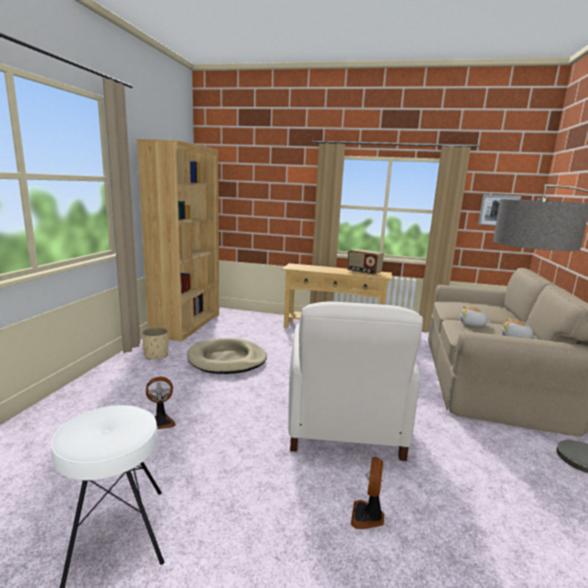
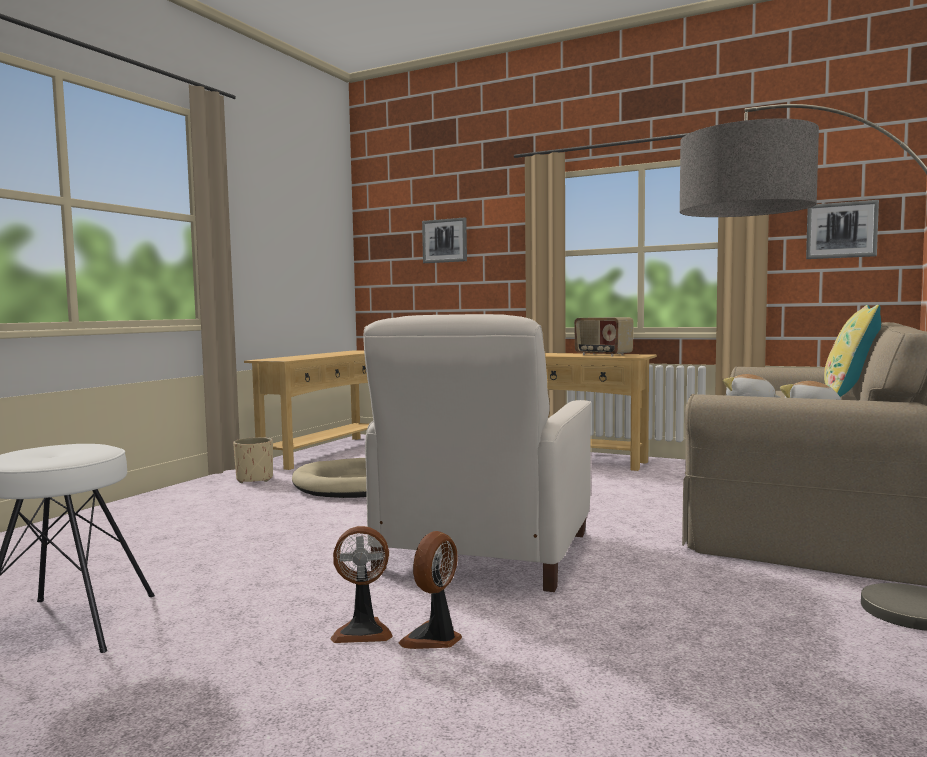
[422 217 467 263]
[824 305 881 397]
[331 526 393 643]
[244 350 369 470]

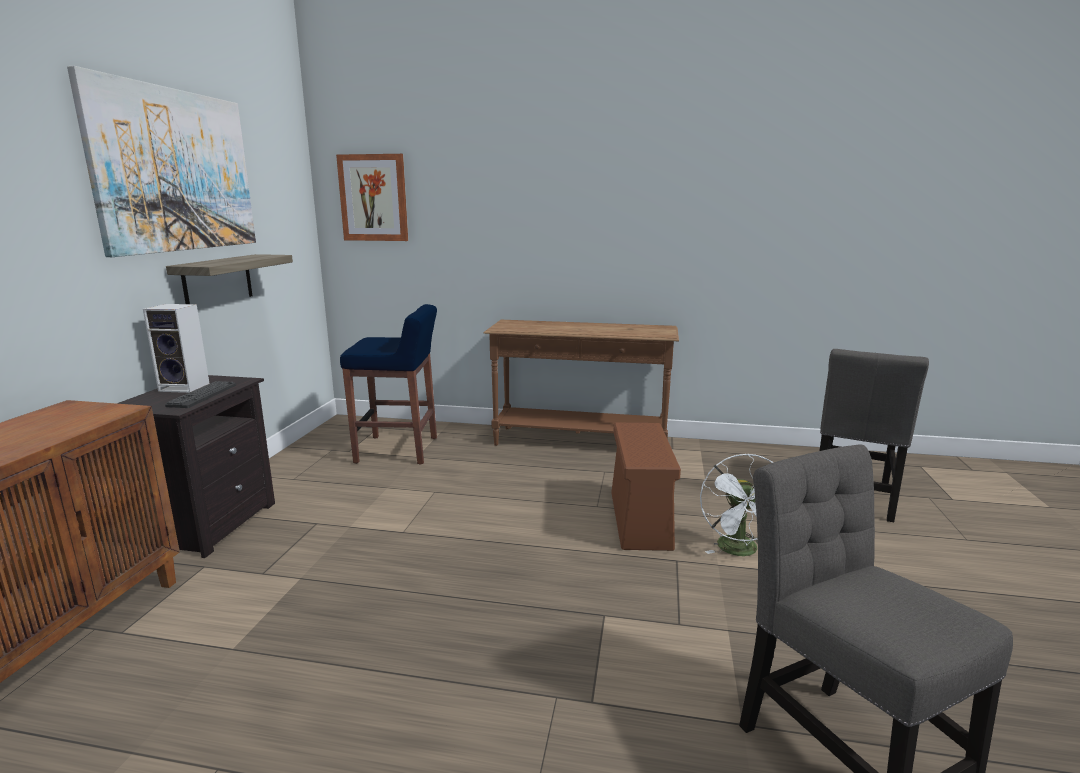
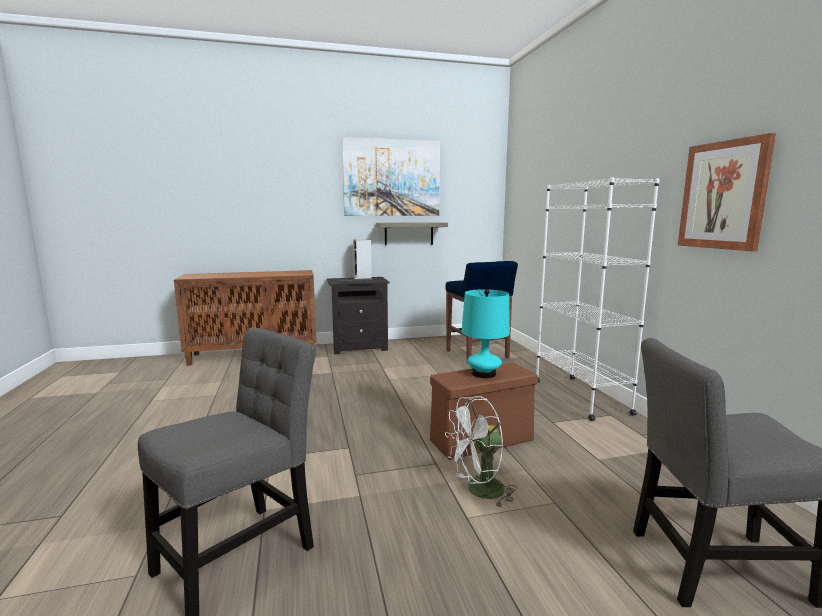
[461 289 510 378]
[678 133 776 251]
[536 177 660 421]

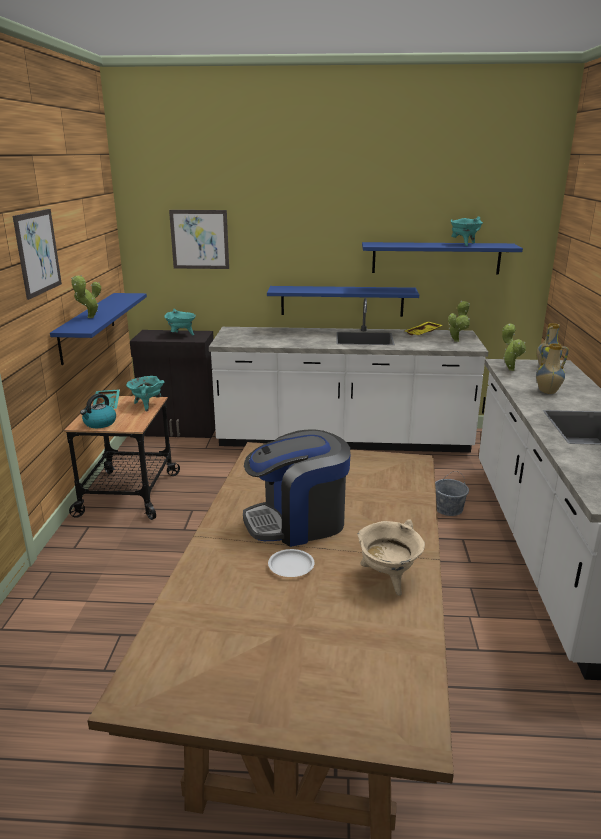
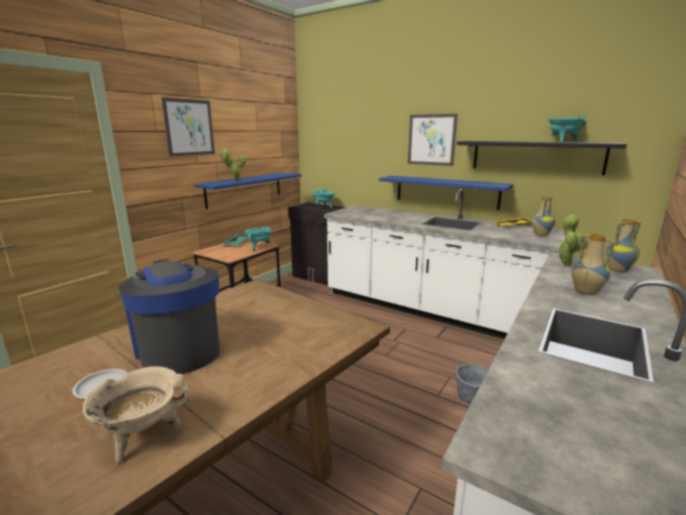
[80 393 116 428] (first image)
[408 114 458 166]
[531 197 555 236]
[457 141 627 175]
[119 259 220 374]

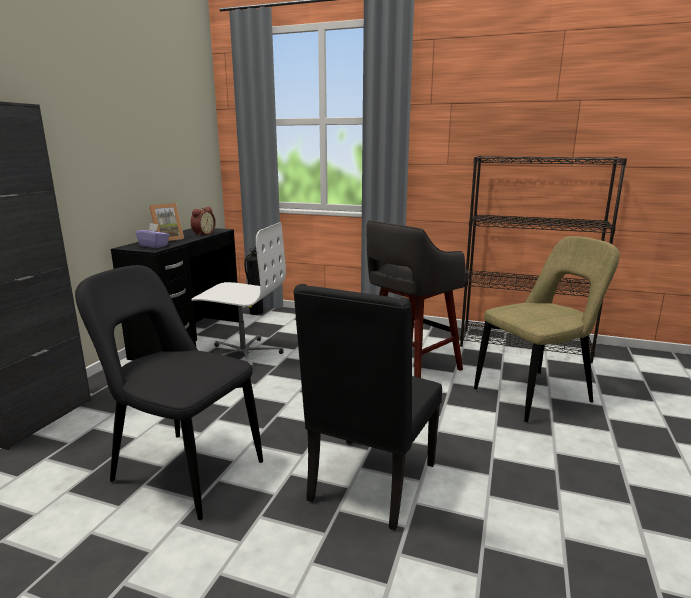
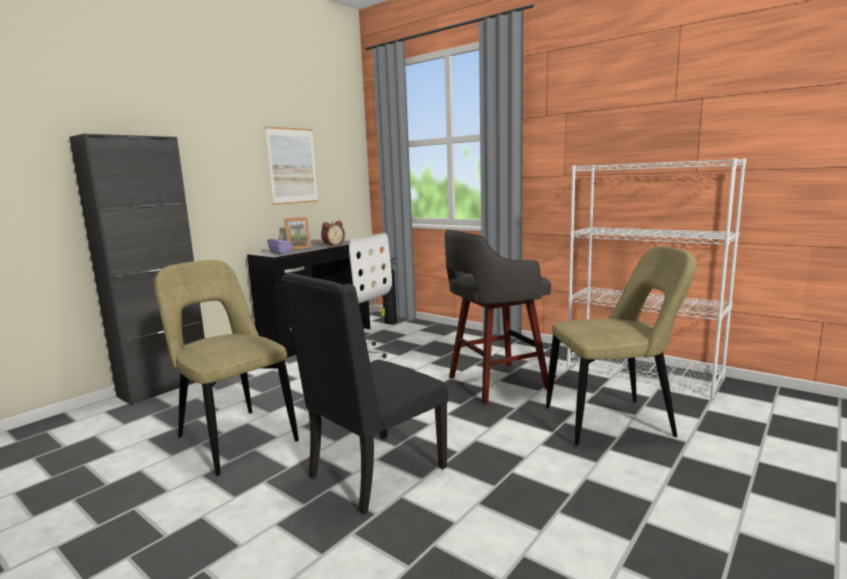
[265 126 318 205]
[154 260 299 476]
[567 158 746 399]

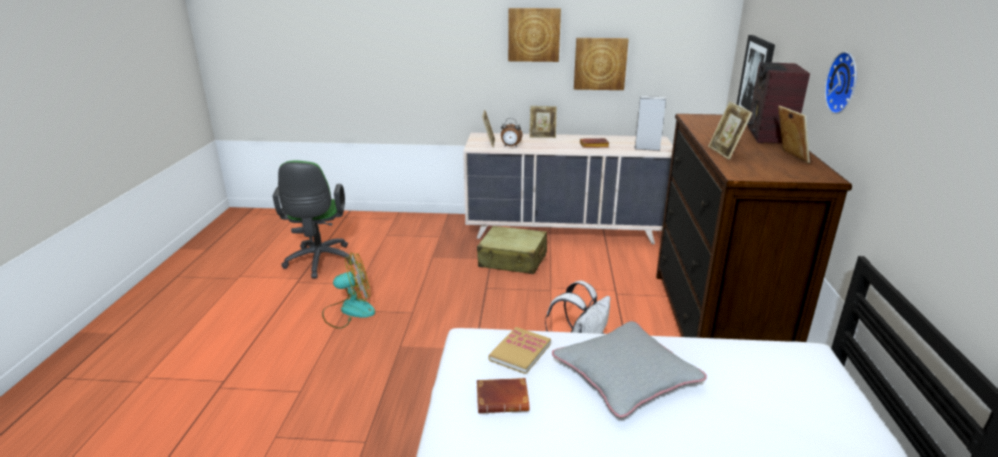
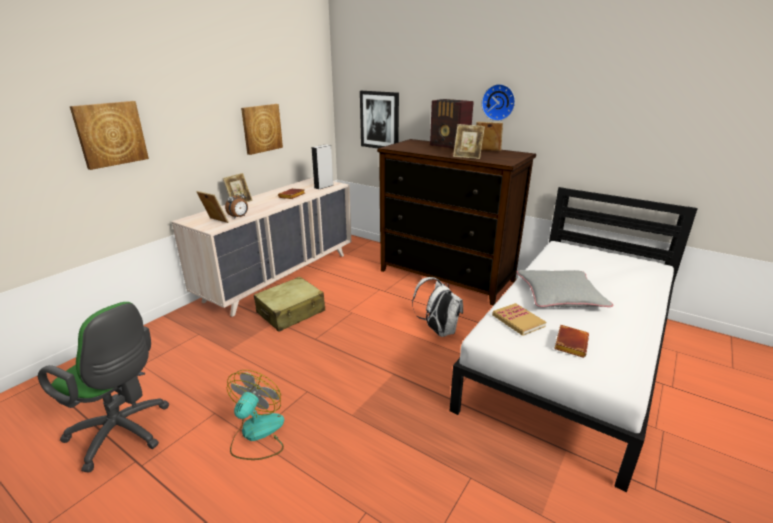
[70 101 149 170]

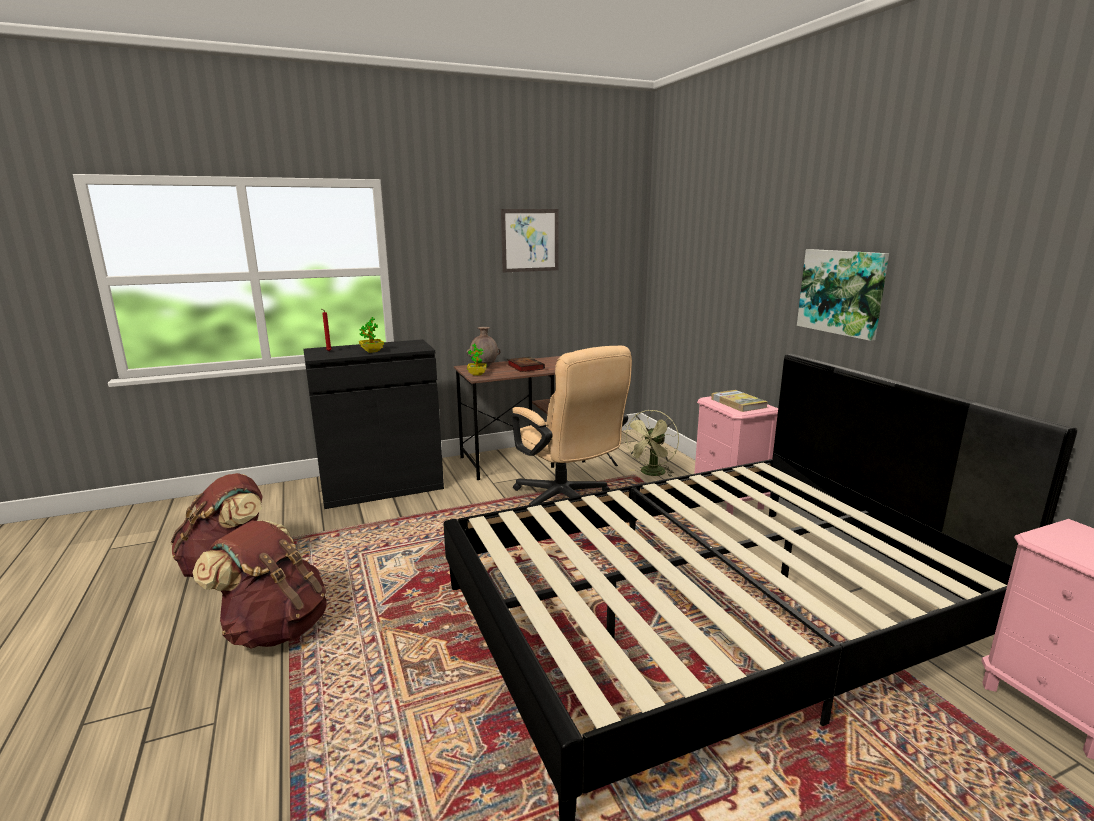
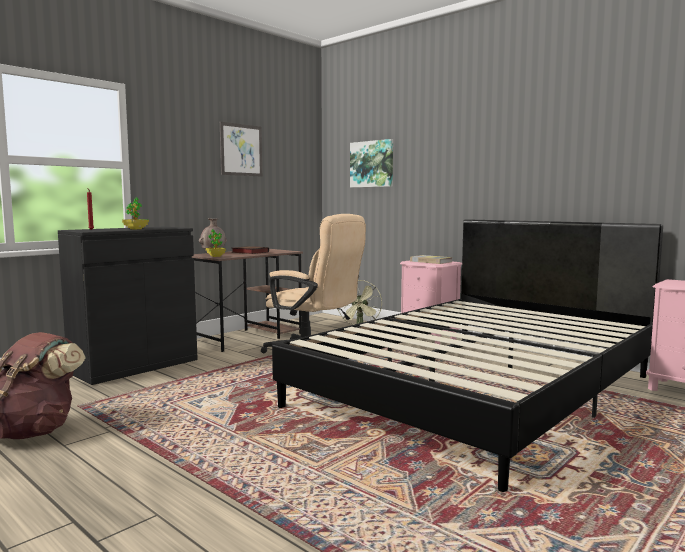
[192 520 327 649] (first image)
[350 139 393 188]

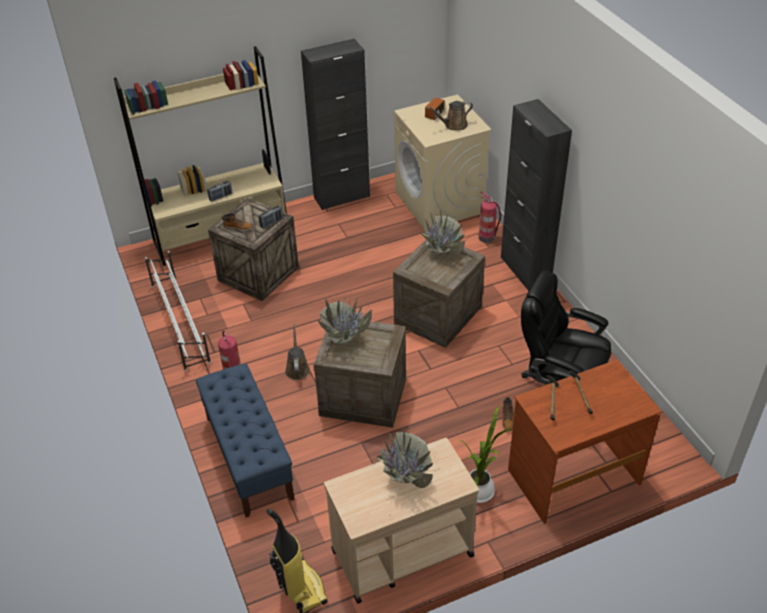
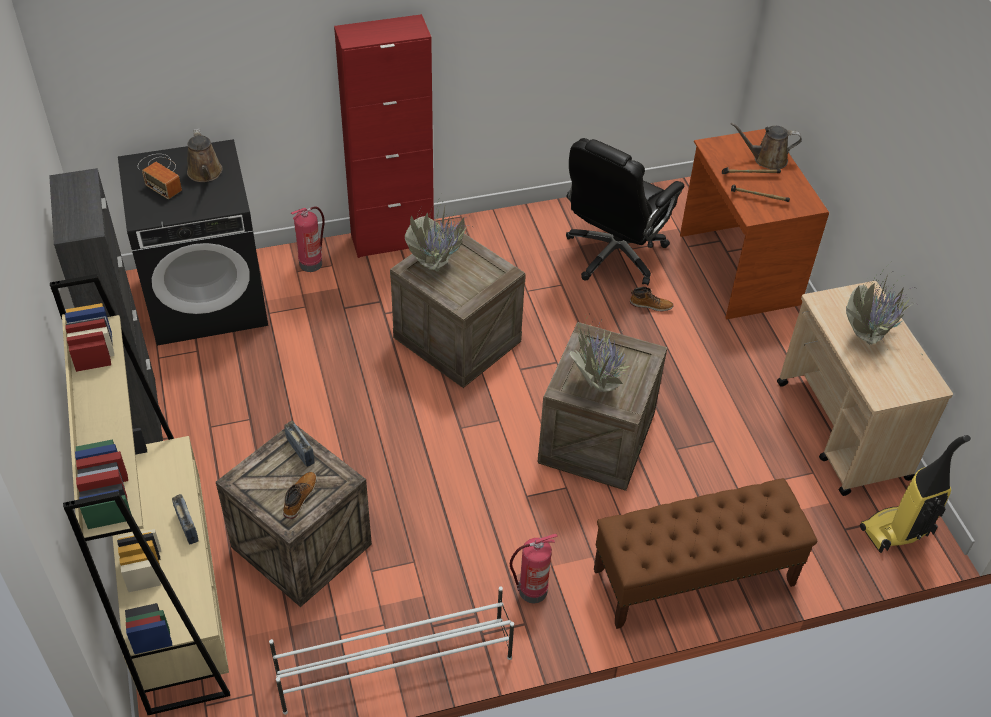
[460 406 513 503] (first image)
[731 123 802 170]
[594 478 817 629]
[118 139 268 346]
[334 14 434 258]

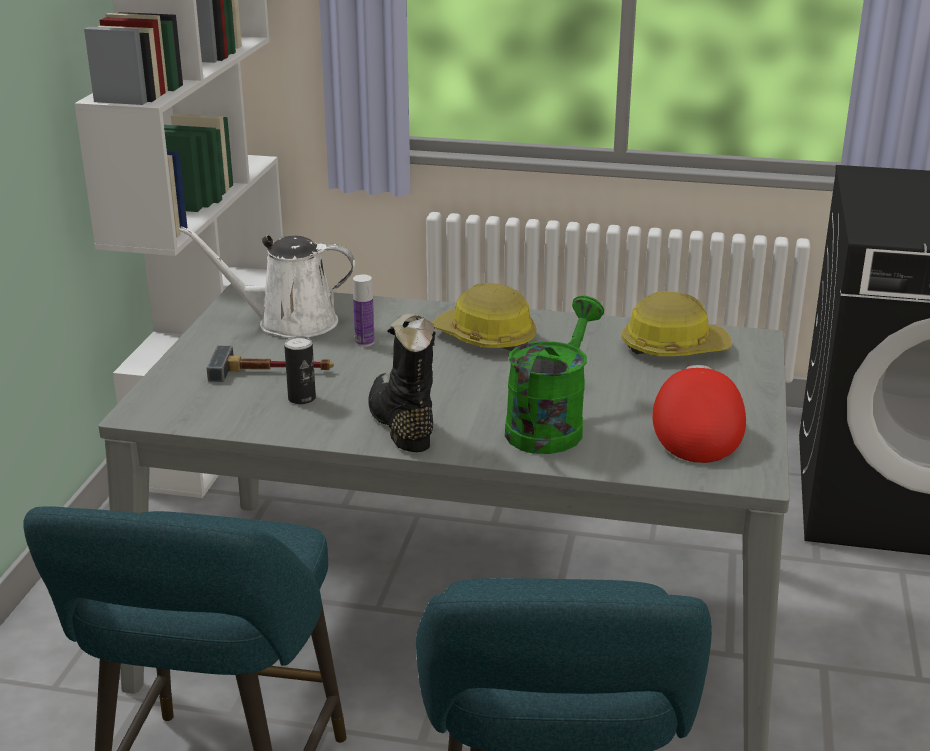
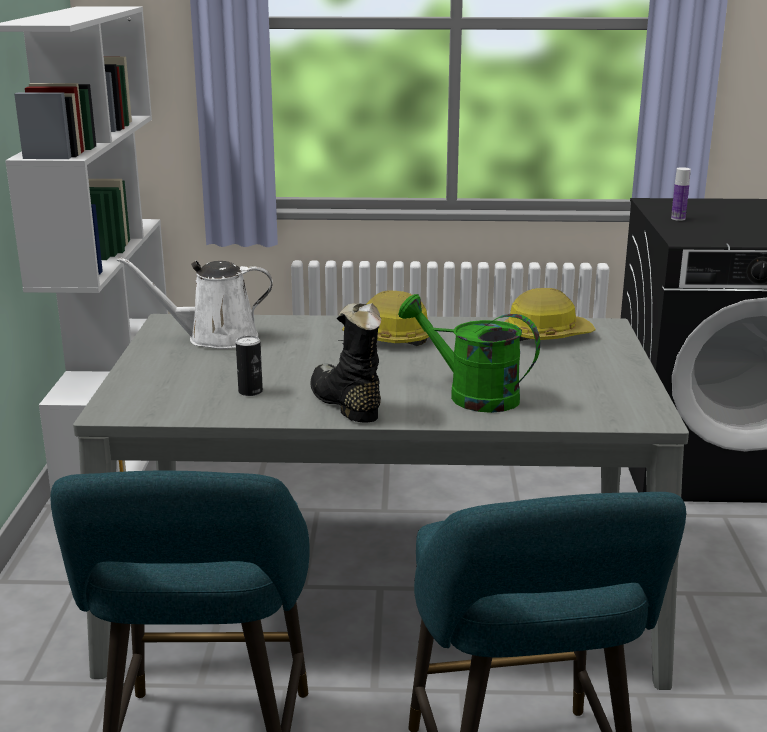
[207 345 334 382] (first image)
[652 365 746 463] (first image)
[671 167 691 221]
[398 294 540 413]

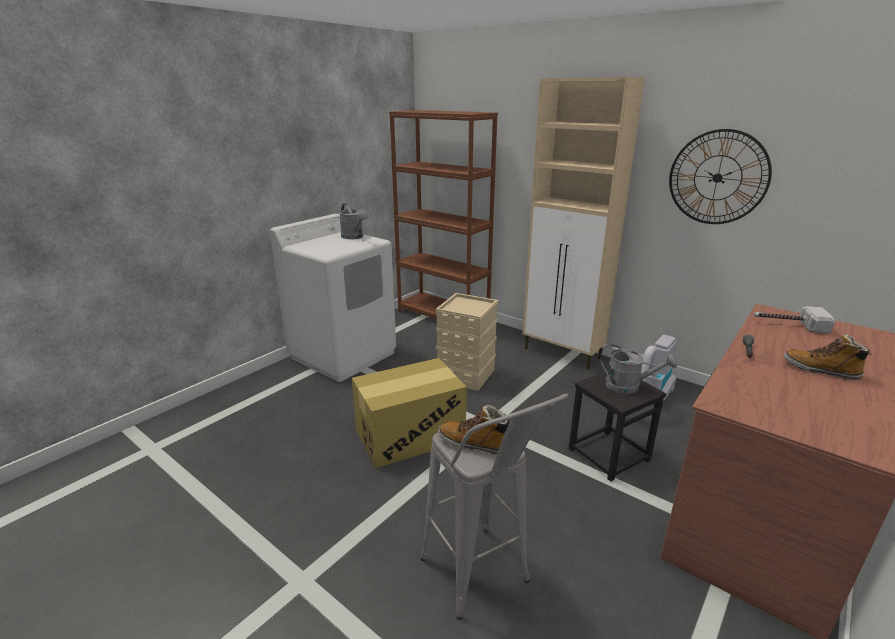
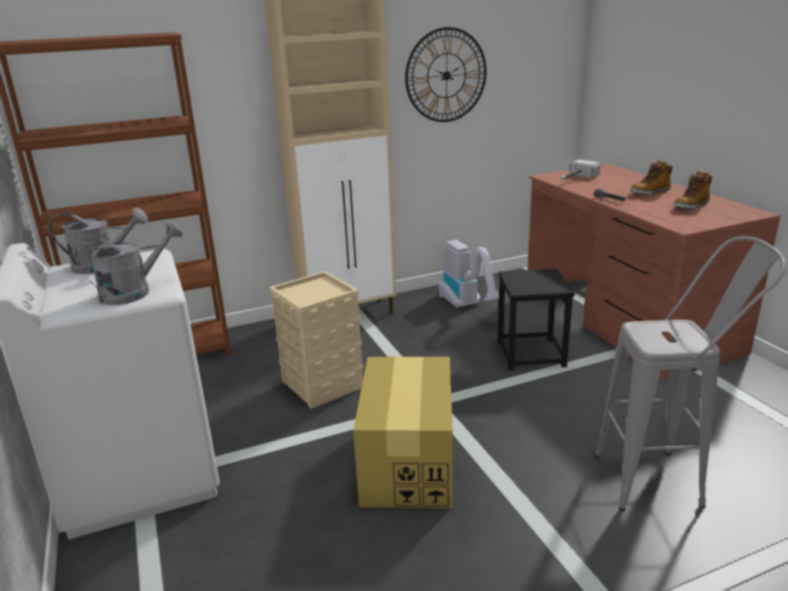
[673 170 712 210]
[75 221 183 305]

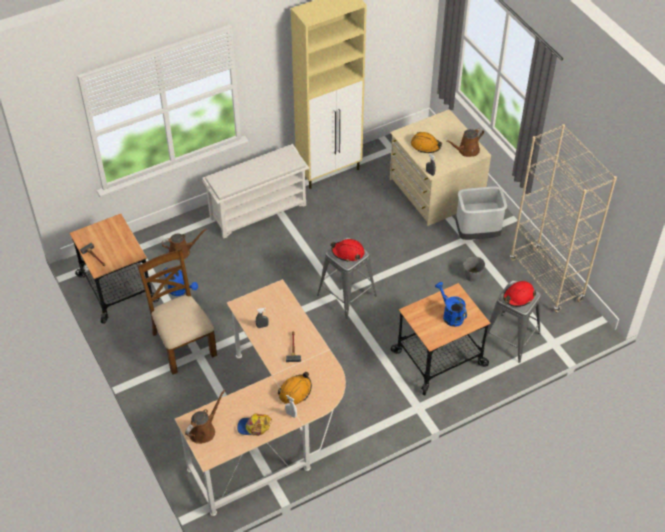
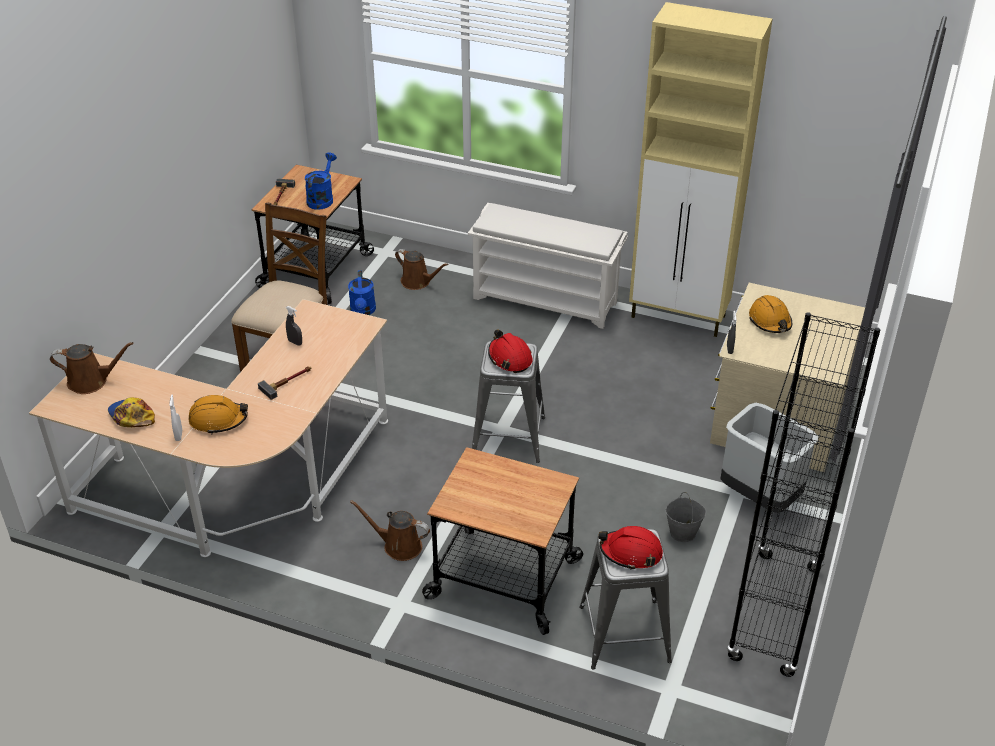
[305 153 337 210]
[350 500 430 561]
[727 312 880 677]

